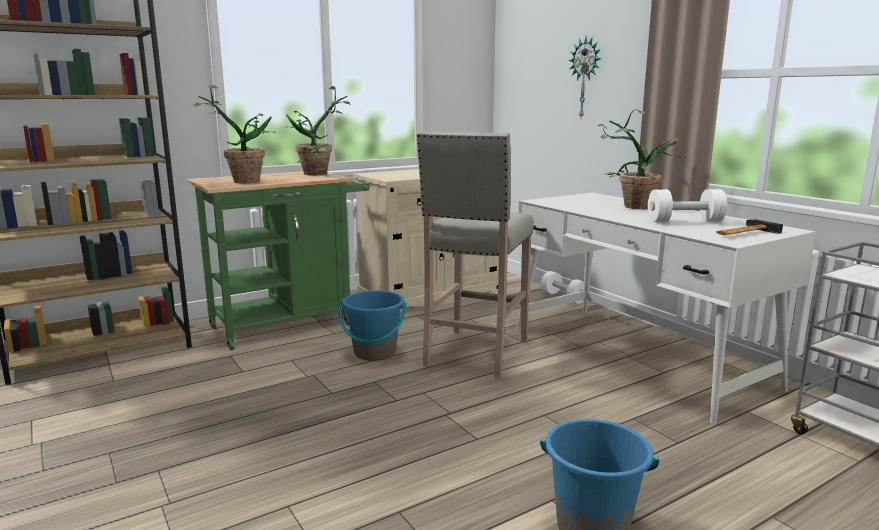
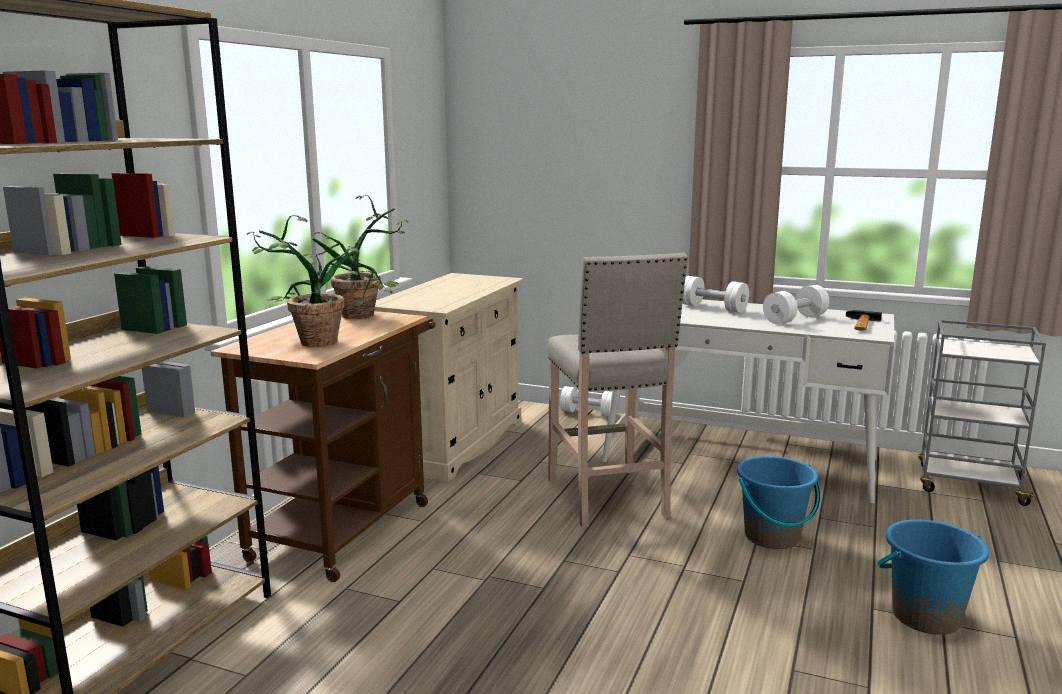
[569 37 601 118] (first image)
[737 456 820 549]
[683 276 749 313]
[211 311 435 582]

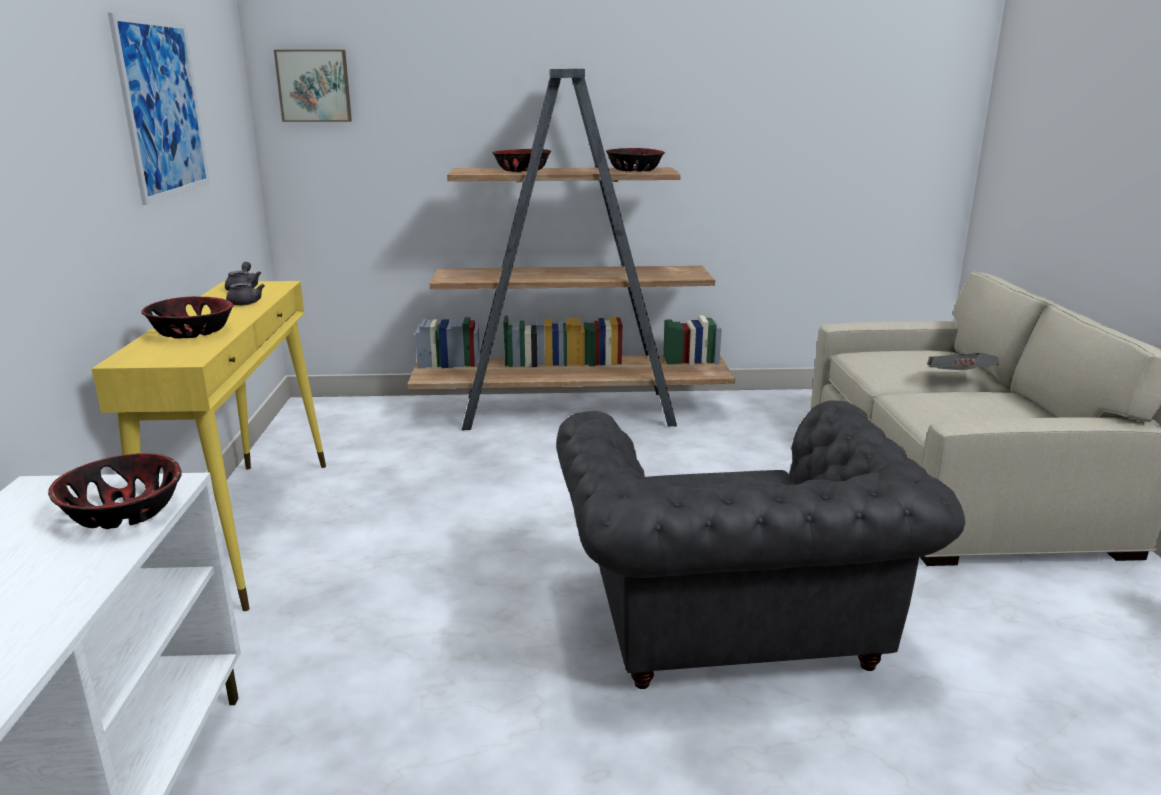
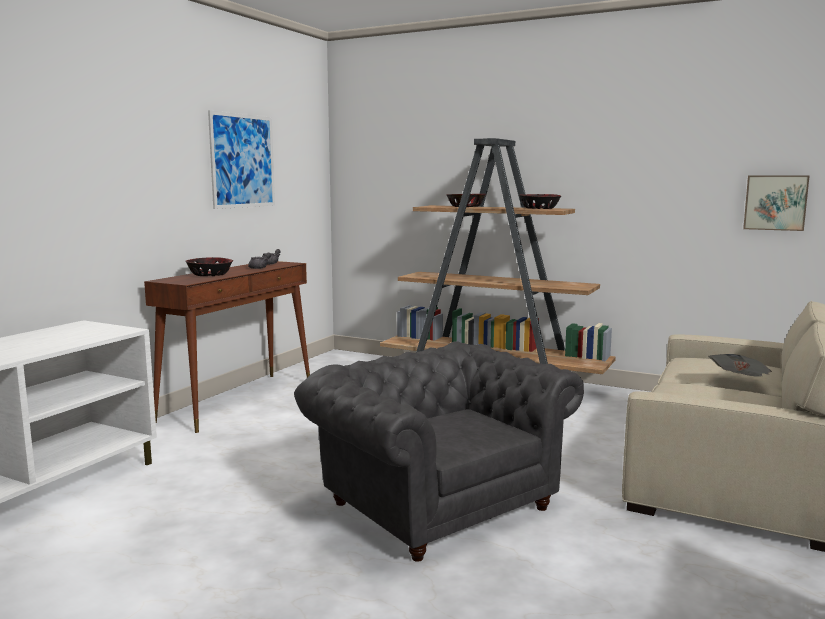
[48 453 182 529] (first image)
[743 175 810 231]
[144 261 310 433]
[294 341 584 562]

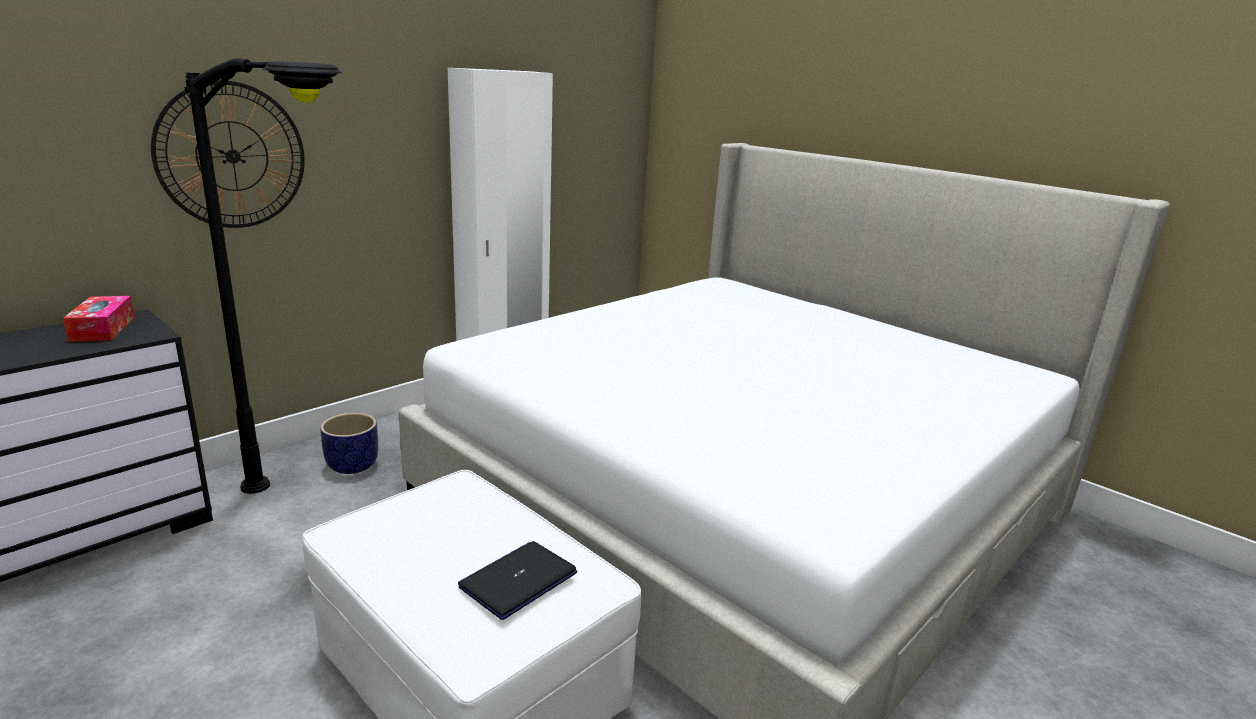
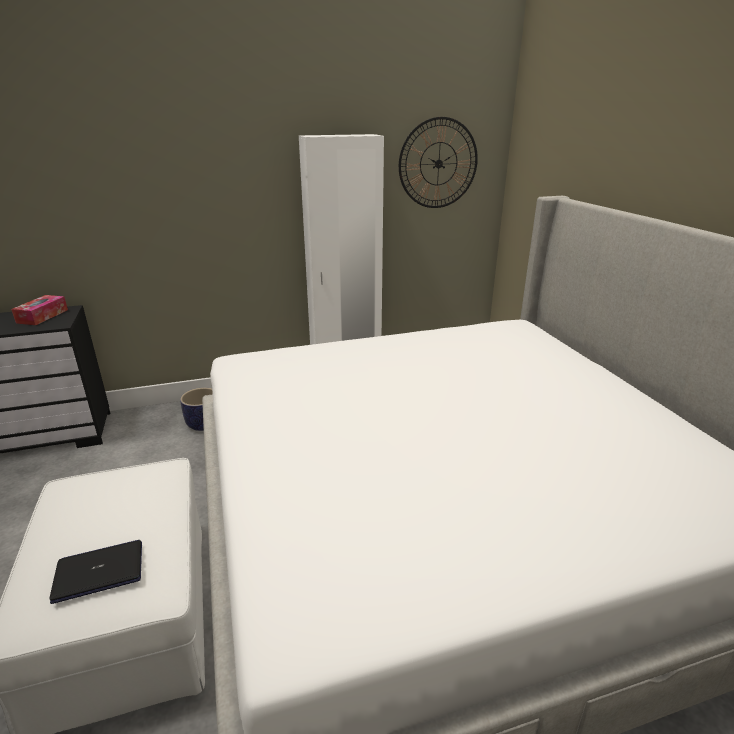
[184 58 342 494] (first image)
[399 117 478 208]

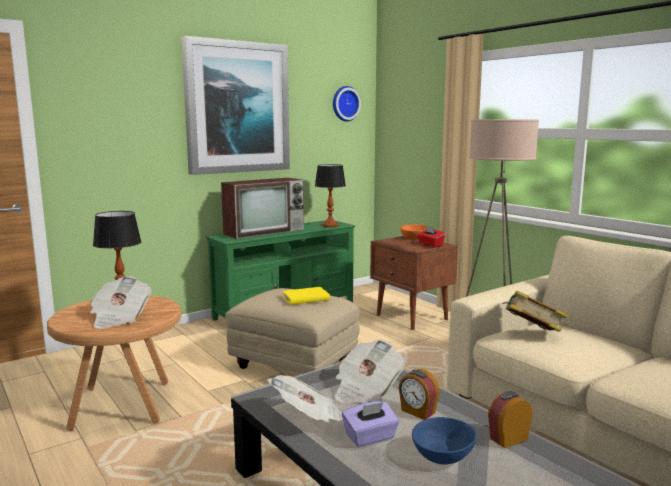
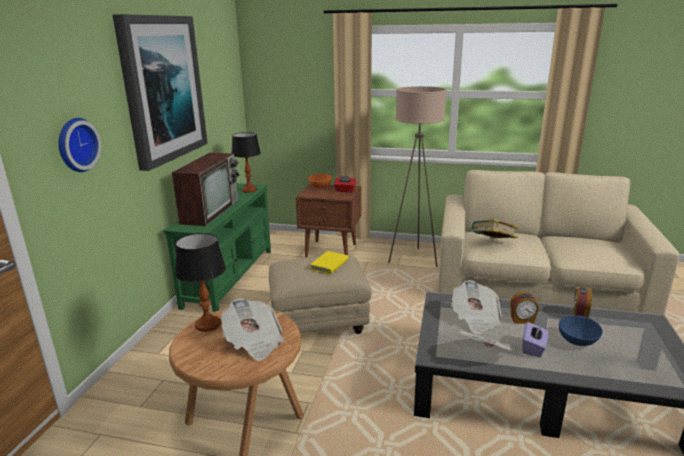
[58 118 101 172]

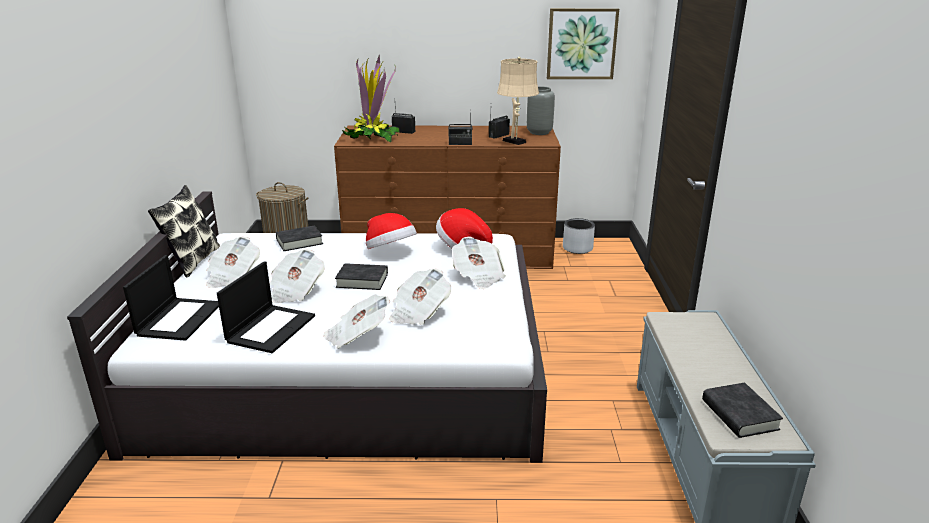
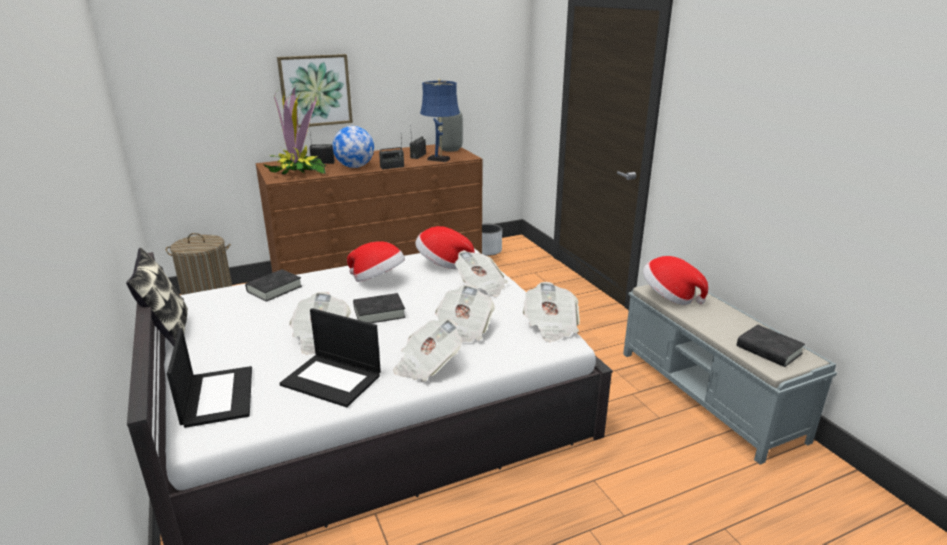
[332 126 374 168]
[643 256 708 305]
[523 282 580 342]
[277 54 353 128]
[420 79 460 162]
[279 308 381 407]

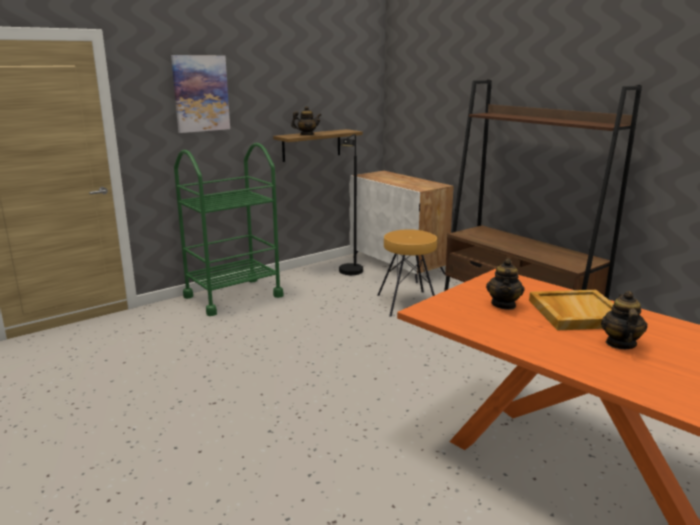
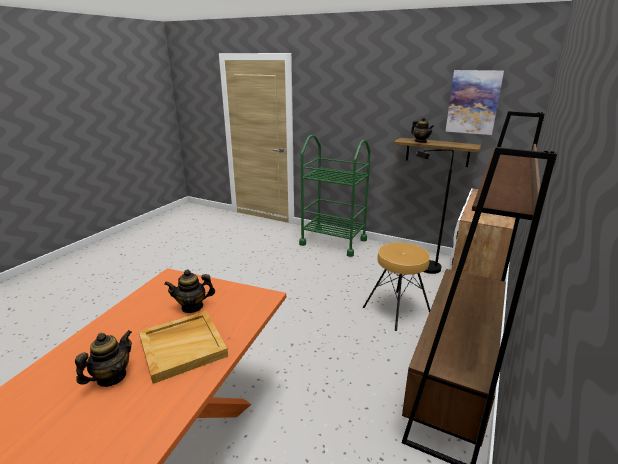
[445 70 504 135]
[75 330 132 387]

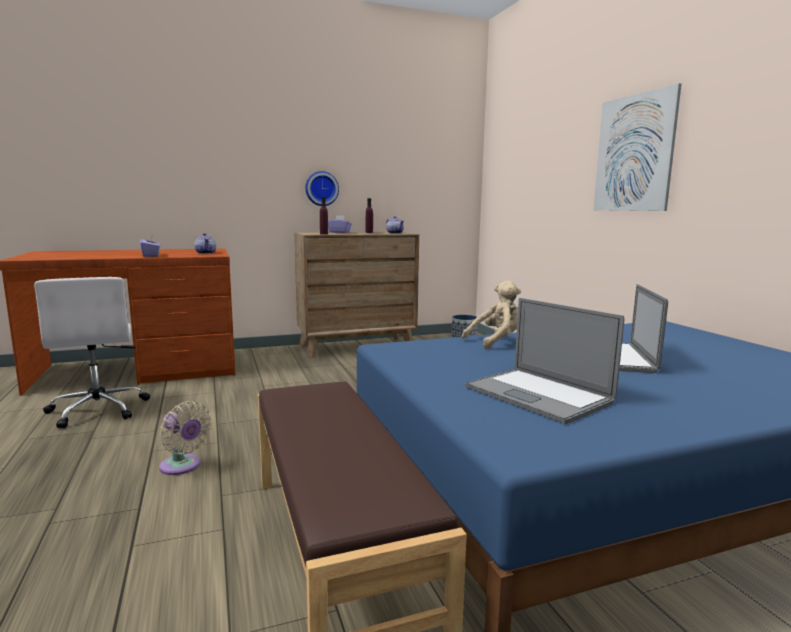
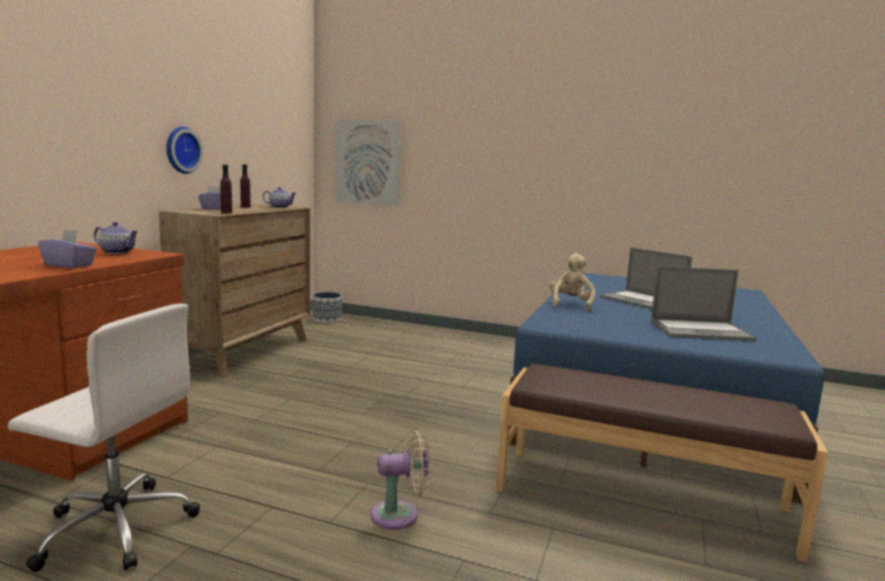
[336 119 401 206]

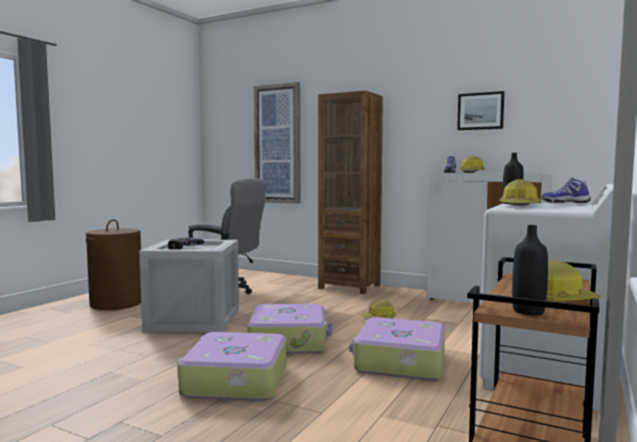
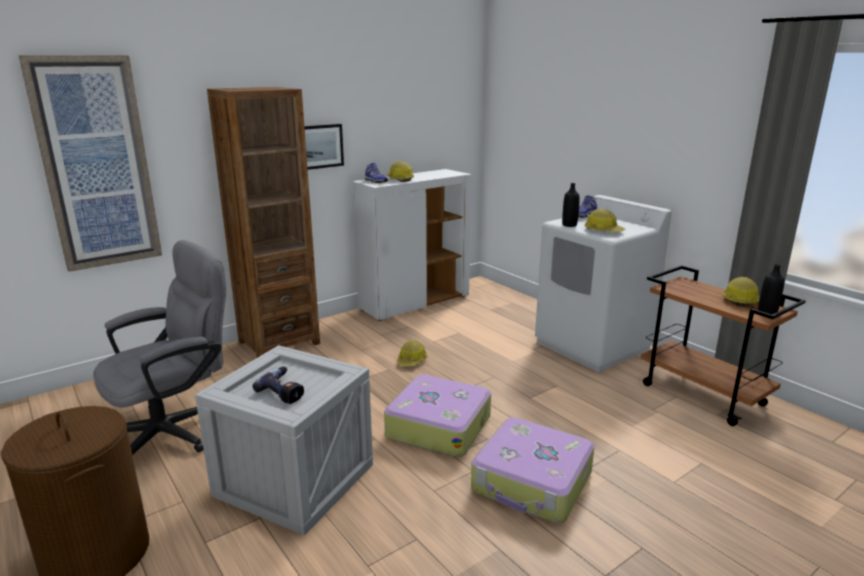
[349 317 445 380] (first image)
[304 124 344 170]

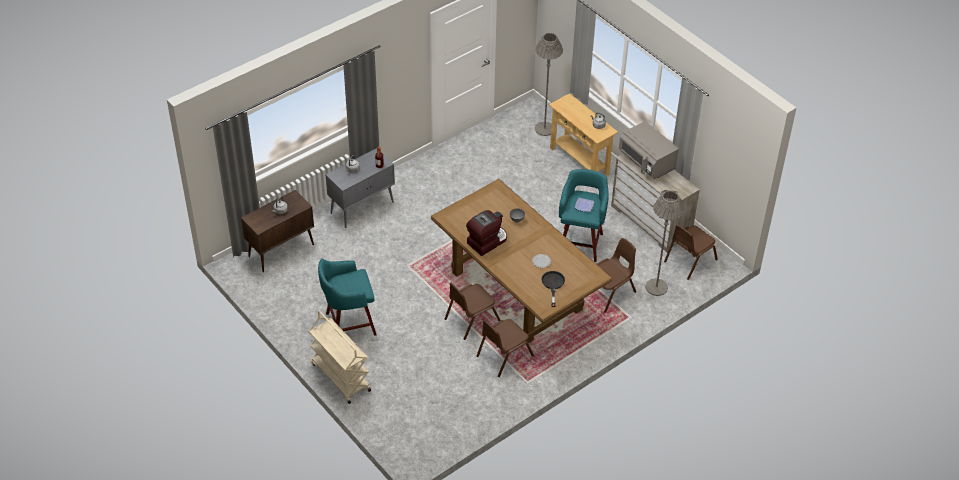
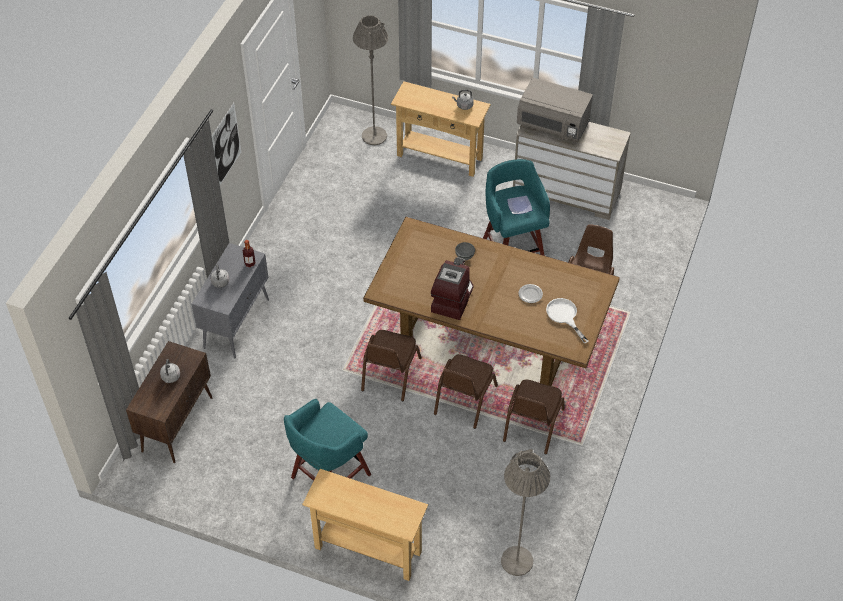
[212 103 241 185]
[501 449 550 576]
[361 330 422 401]
[302 469 428 581]
[546 298 589 343]

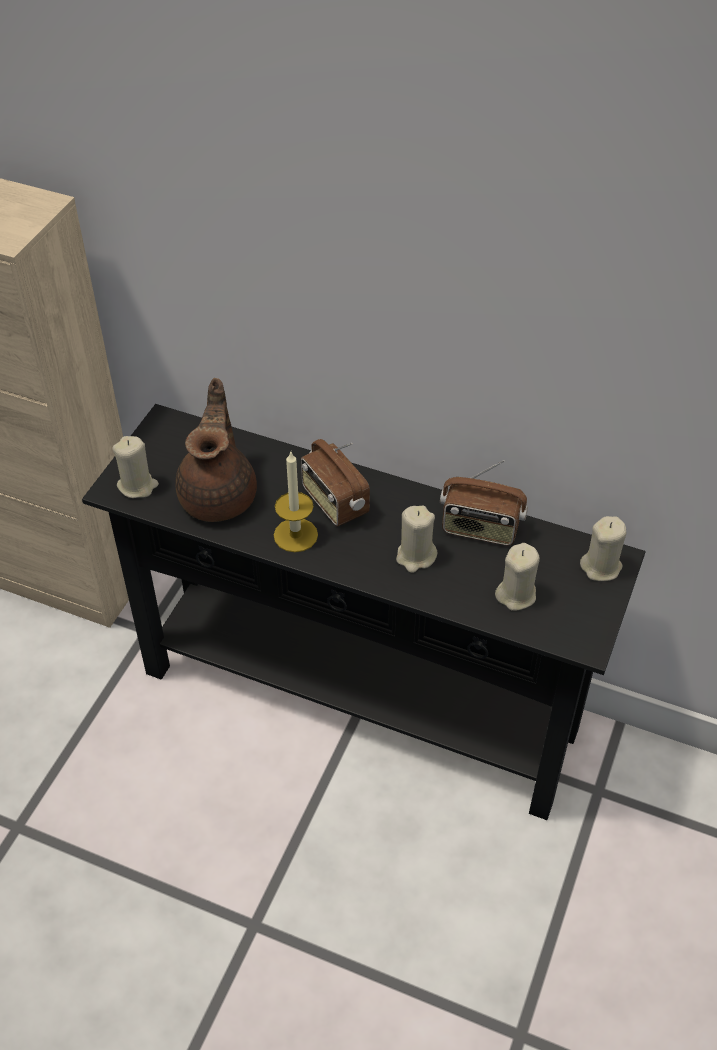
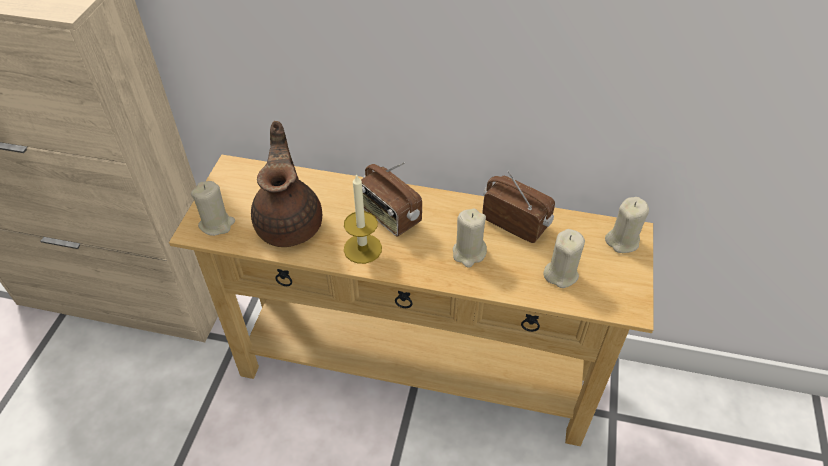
[169 155 654 446]
[482 171 555 243]

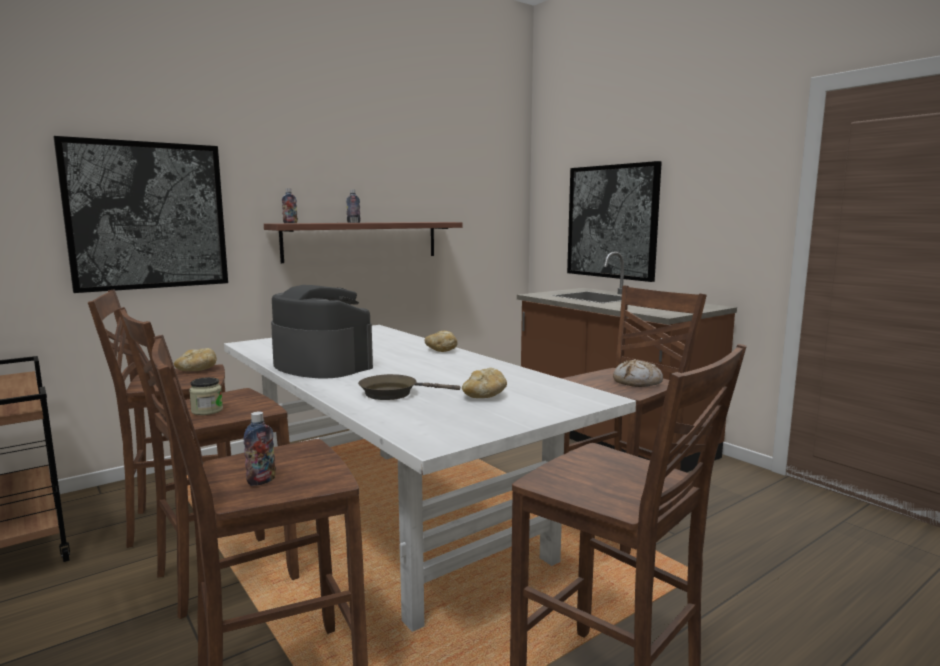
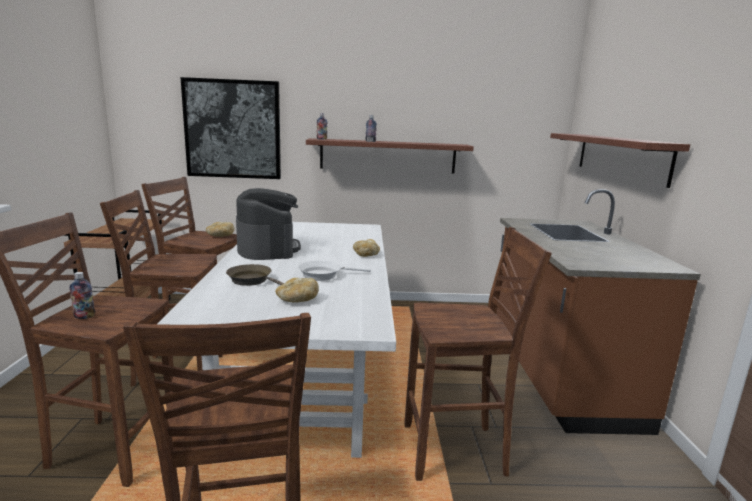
[189 377 223 415] (first image)
[613 359 663 387] (first image)
[298 261 371 281]
[550 133 690 188]

